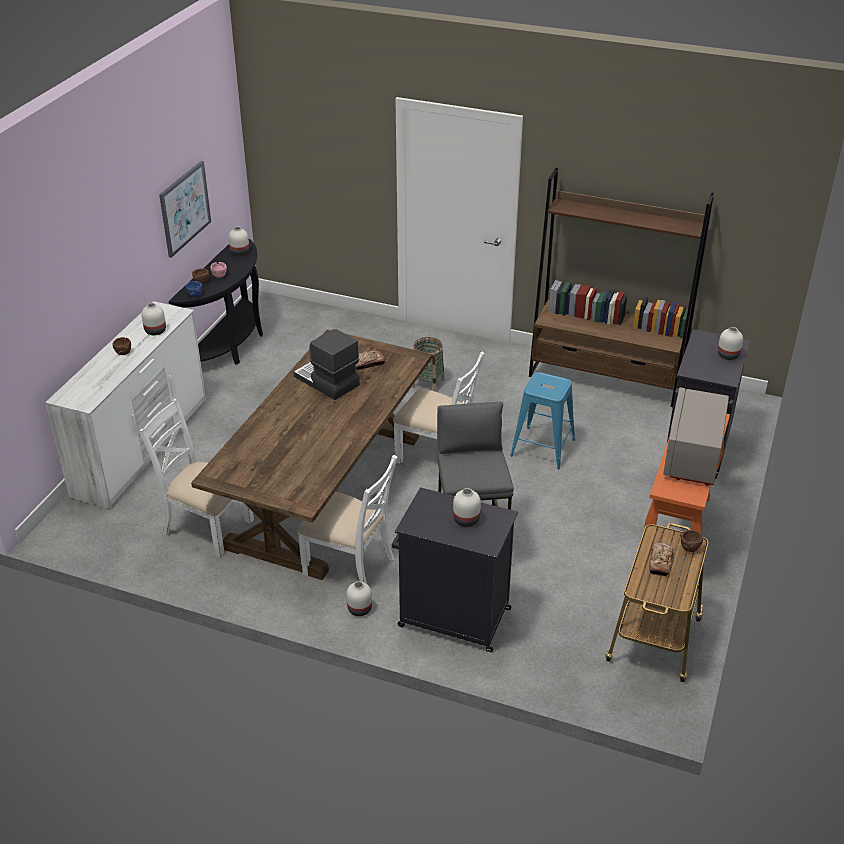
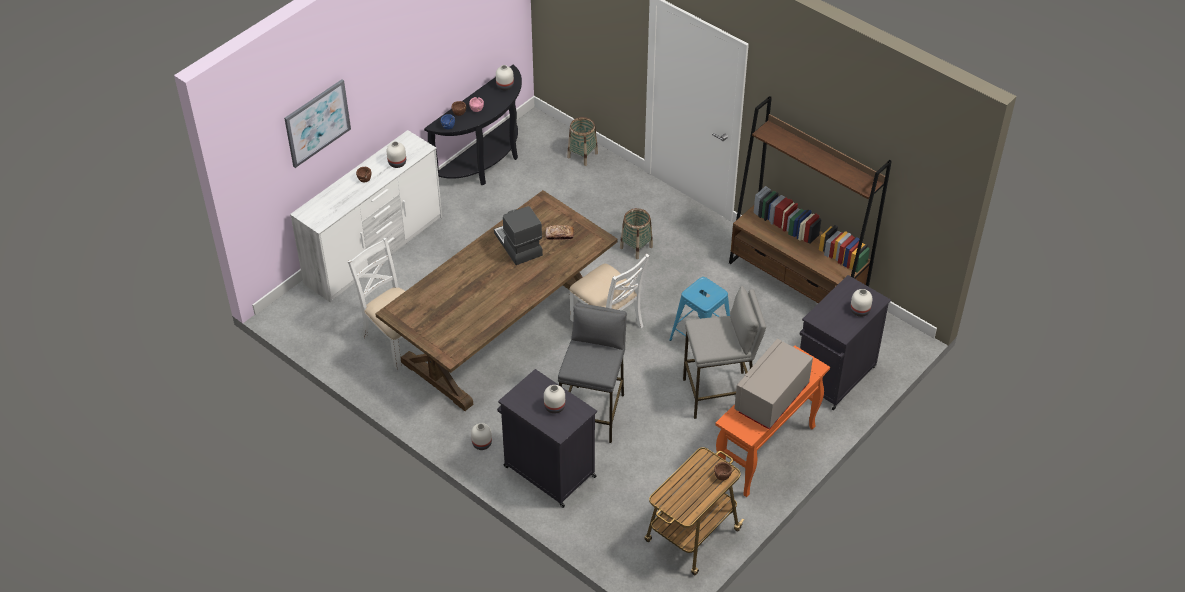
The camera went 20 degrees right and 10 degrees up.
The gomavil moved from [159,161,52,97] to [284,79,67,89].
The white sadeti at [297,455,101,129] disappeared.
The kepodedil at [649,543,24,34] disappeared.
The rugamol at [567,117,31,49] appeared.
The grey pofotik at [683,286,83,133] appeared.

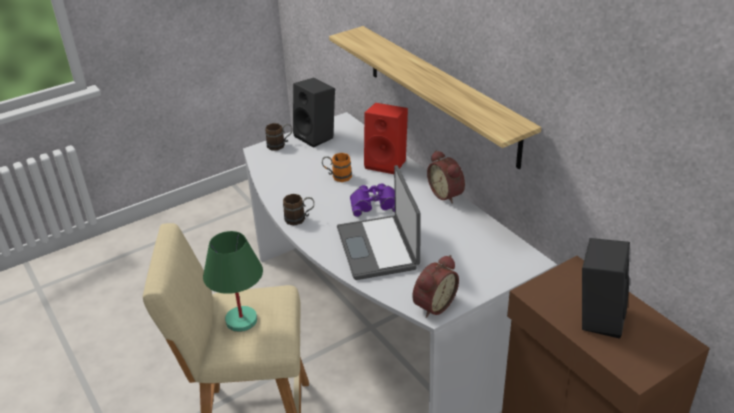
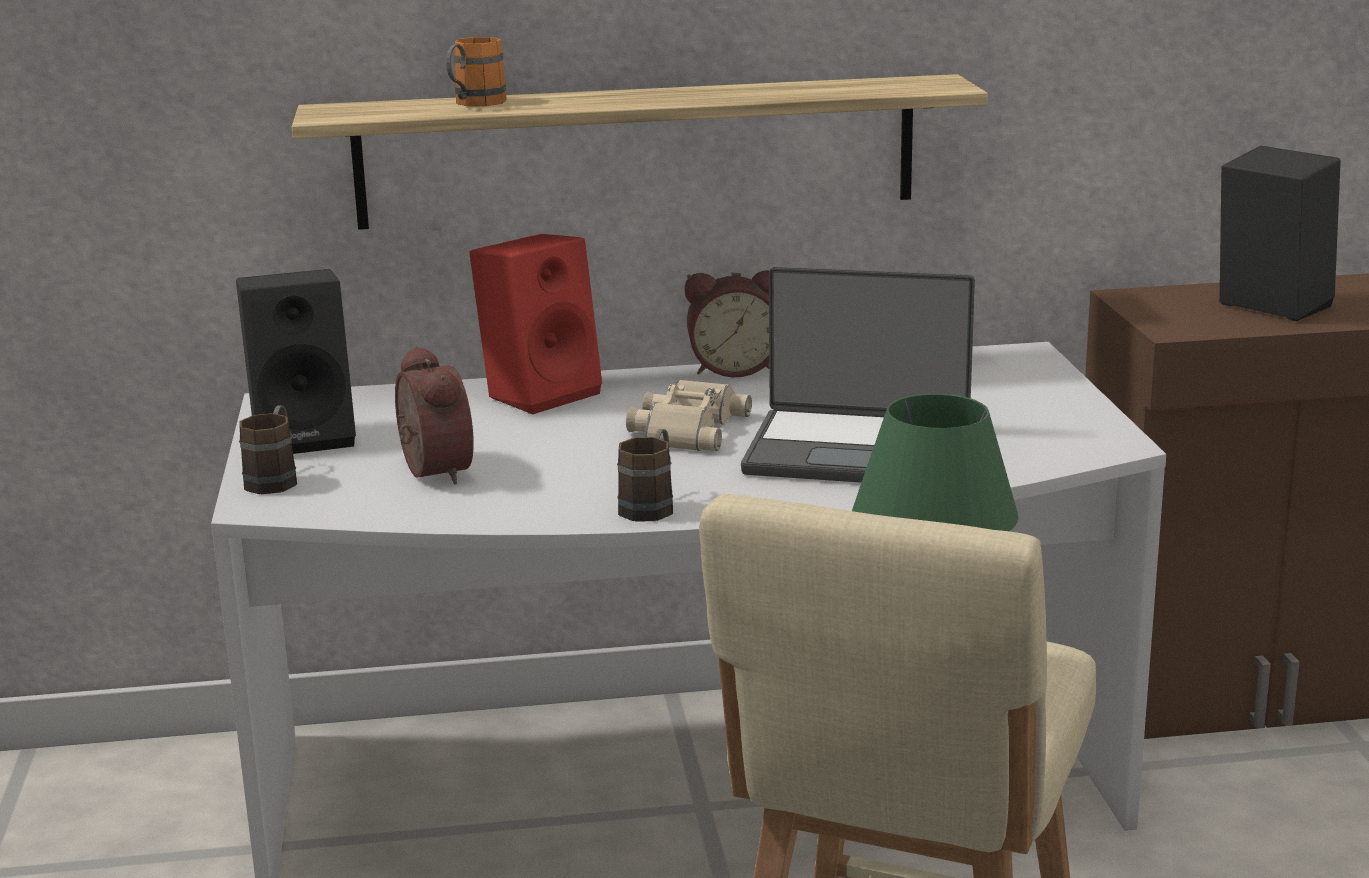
The camera went 65 degrees left and 15 degrees down.
The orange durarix moved from [322,153,30,29] to [446,37,61,69].
The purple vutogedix at [350,183,45,34] became the beige vutogedix at [626,380,126,71].
The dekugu moved from [413,255,46,63] to [395,346,79,138].

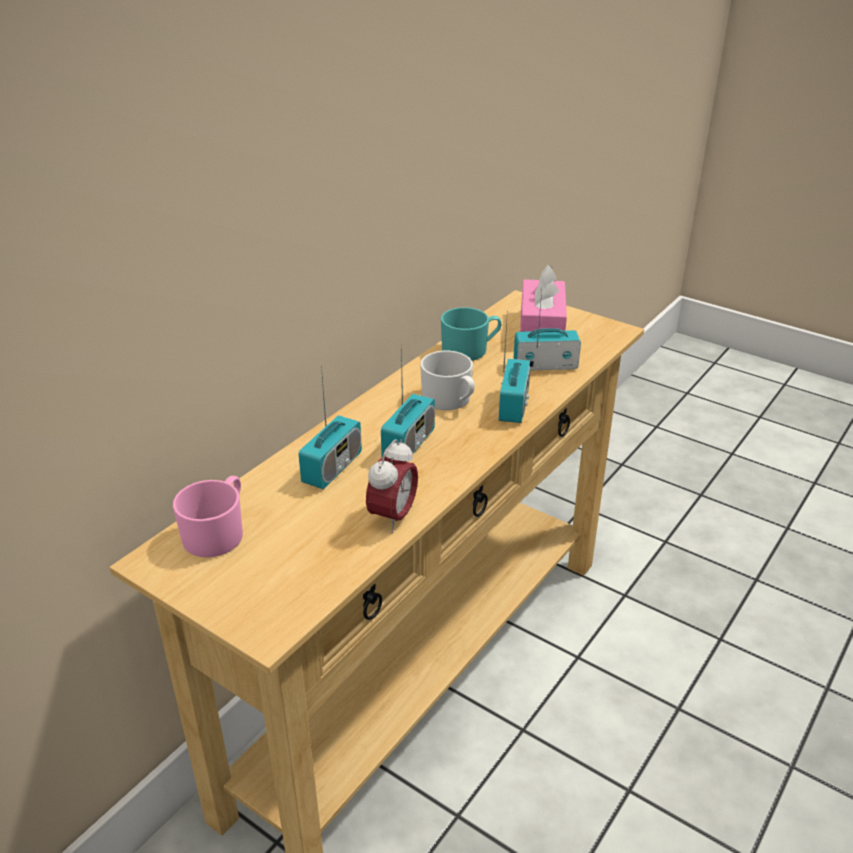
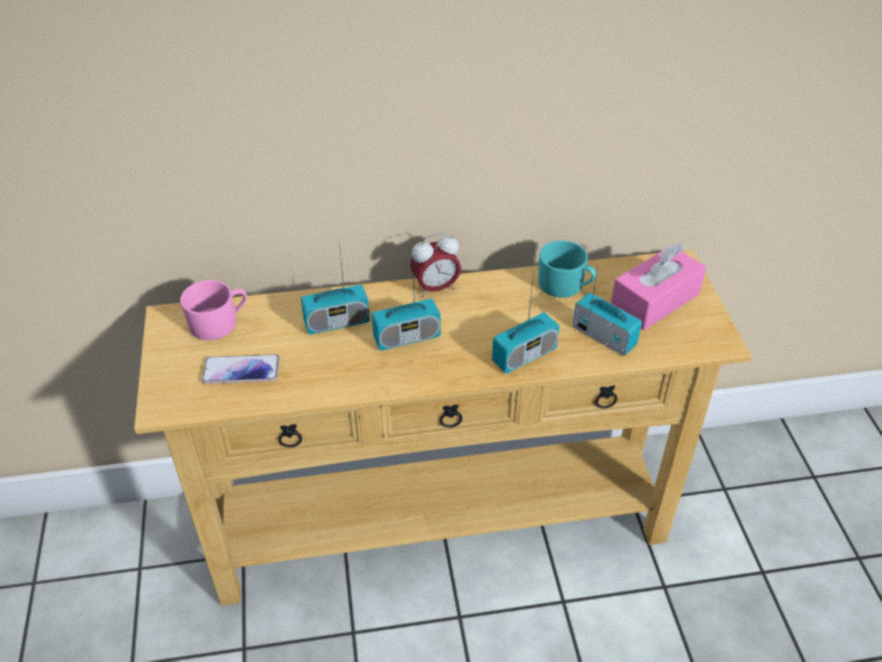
The camera went 45 degrees right and 10 degrees up.
The dekugu moved from [366,439,52,94] to [410,233,51,64].
The white durarix at [420,351,55,59] disappeared.
The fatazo at [202,354,78,30] appeared.

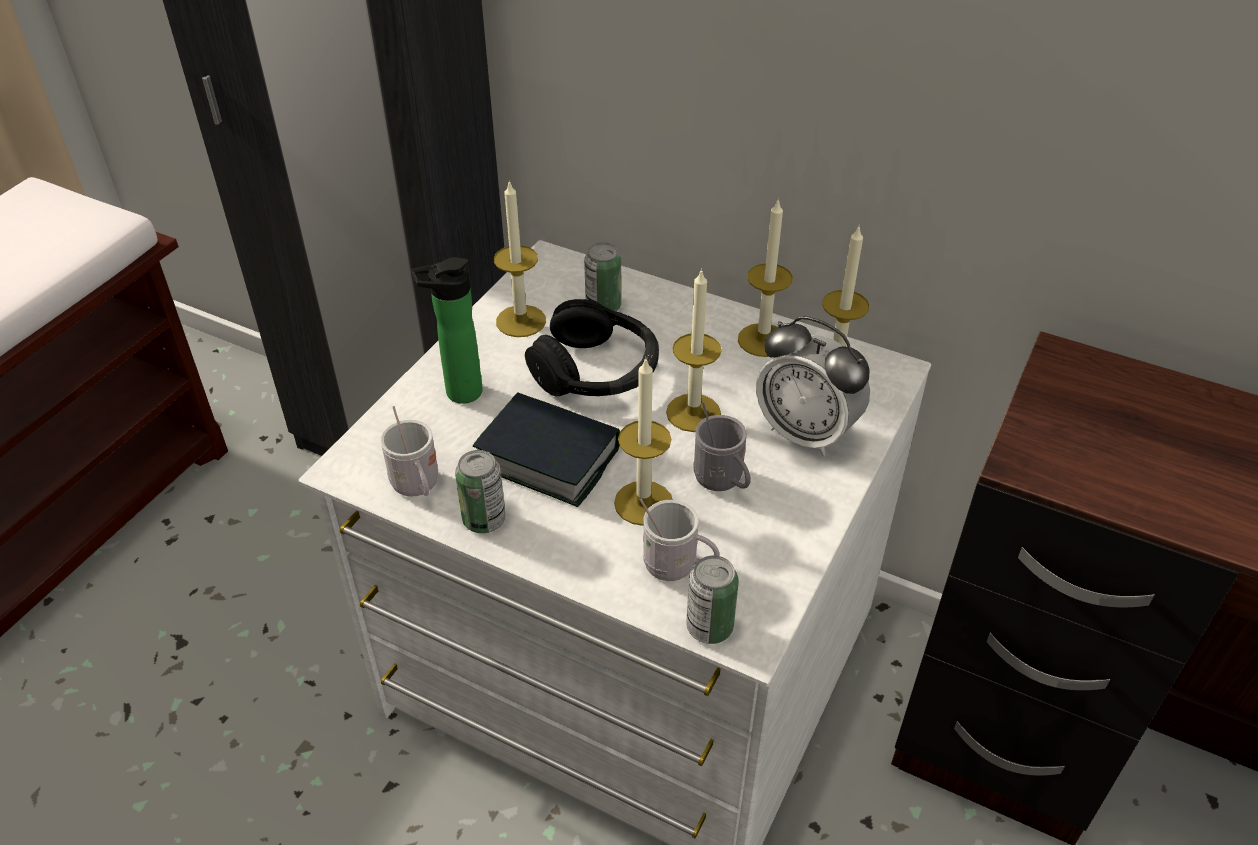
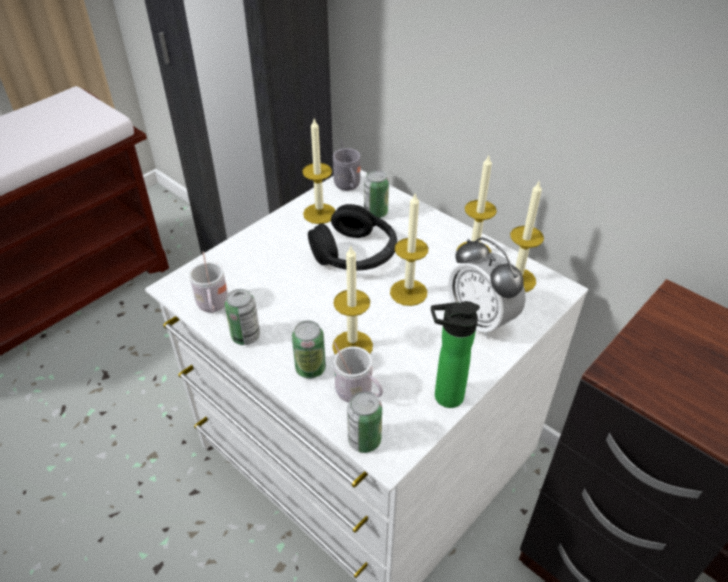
The camera went 15 degrees right and 0 degrees up.
The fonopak moved from [411,257,72,147] to [431,301,49,107].
The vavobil at [473,392,147,115] disappeared.
The grey durarix moved from [693,403,58,88] to [333,139,27,52].
The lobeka at [292,321,34,58] appeared.

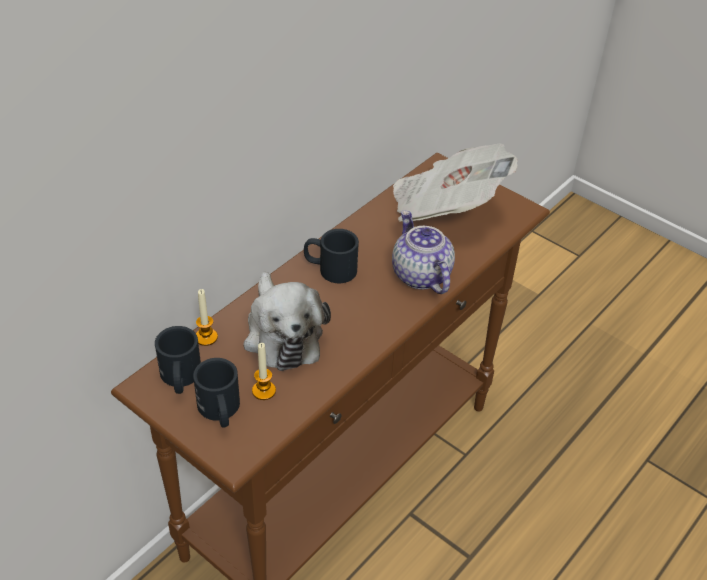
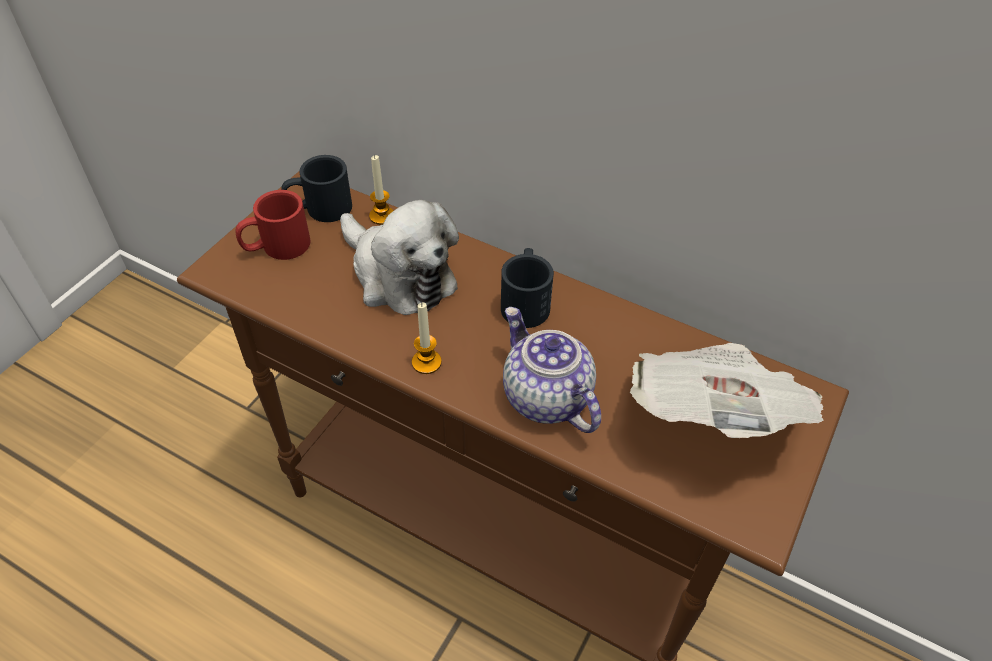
The camera went 80 degrees right and 5 degrees up.
The black durarix at [193,358,47,69] became the red durarix at [236,190,75,70].
The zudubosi at [243,272,88,99] turned 105 degrees counterclockwise.
The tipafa moved from [252,343,24,57] to [412,303,30,71].
The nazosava at [392,210,63,84] turned 90 degrees counterclockwise.

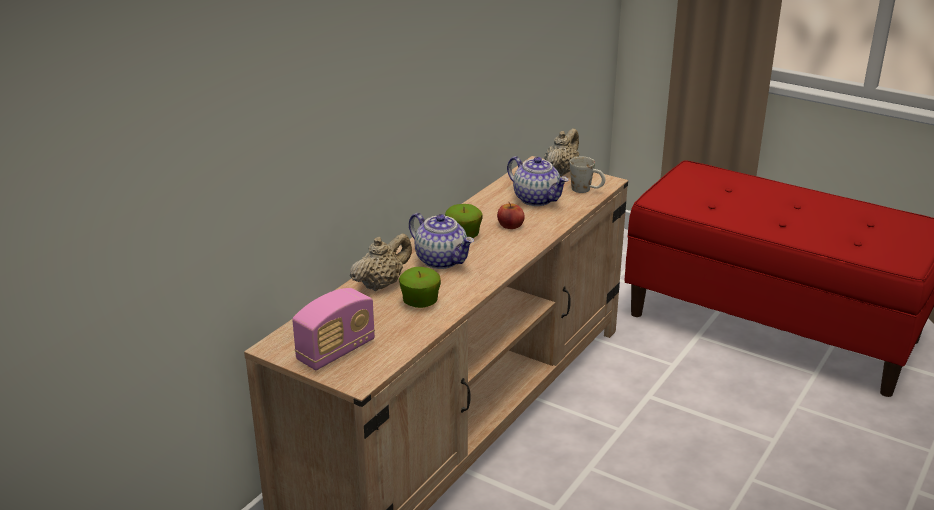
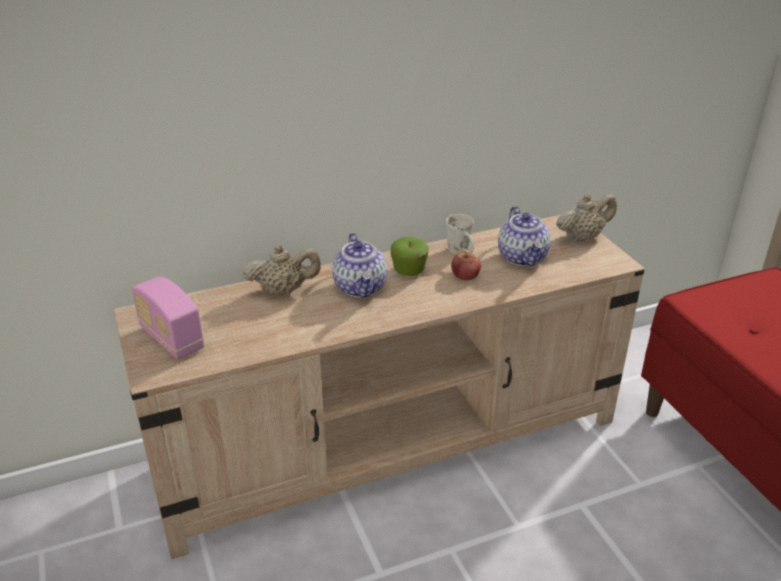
The camera went 35 degrees right and 5 degrees up.
The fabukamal at [292,288,83,82] turned 60 degrees clockwise.
The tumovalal at [399,267,42,41] disappeared.
The white durarix moved from [569,157,36,36] to [446,214,28,40].

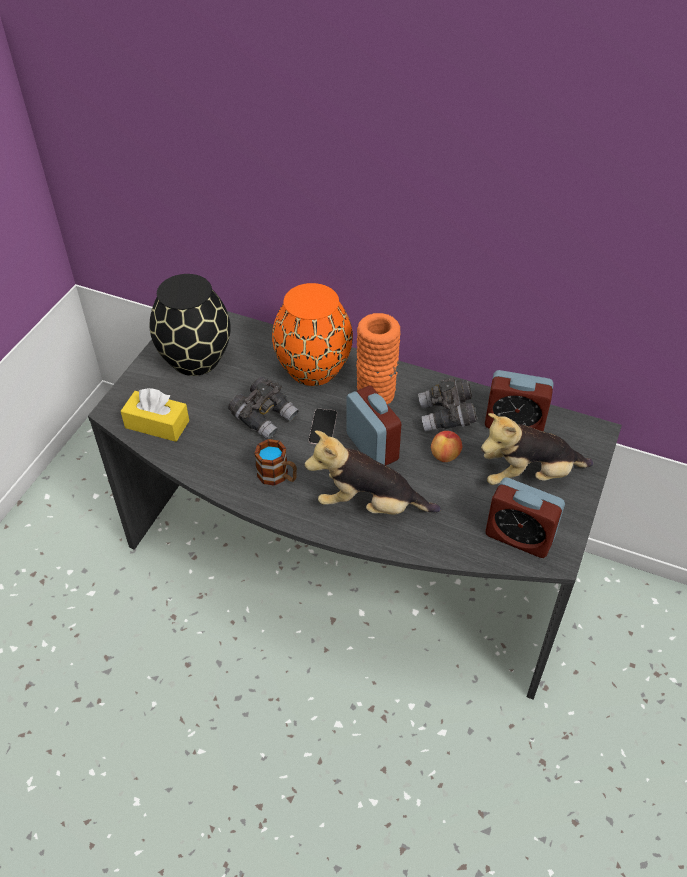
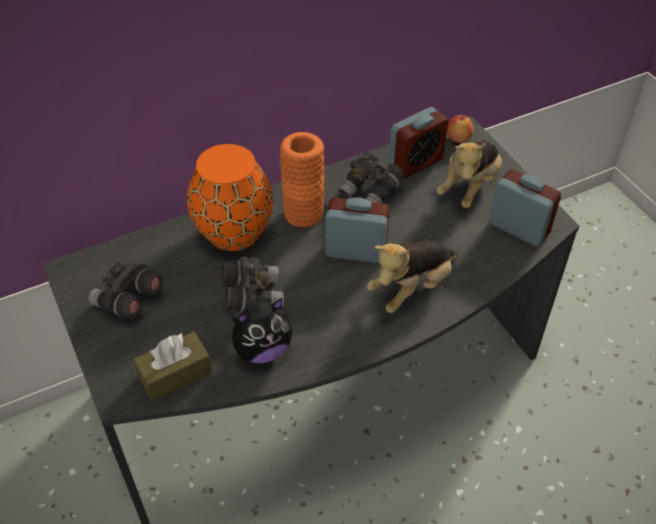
The camera went 50 degrees left and 0 degrees up.
The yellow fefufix at [121,388,68,54] became the brown fefufix at [134,332,78,69].
The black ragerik at [150,274,81,102] was replaced by the grey vutogedix at [88,262,75,57].
The durarix at [254,439,43,47] disappeared.
The fatazo at [309,409,28,36] disappeared.
The tumovalal moved from [431,431,31,31] to [447,115,27,28].
The dekugu at [485,477,80,81] turned 120 degrees counterclockwise.
The zudubosi at [232,298,61,65] appeared.

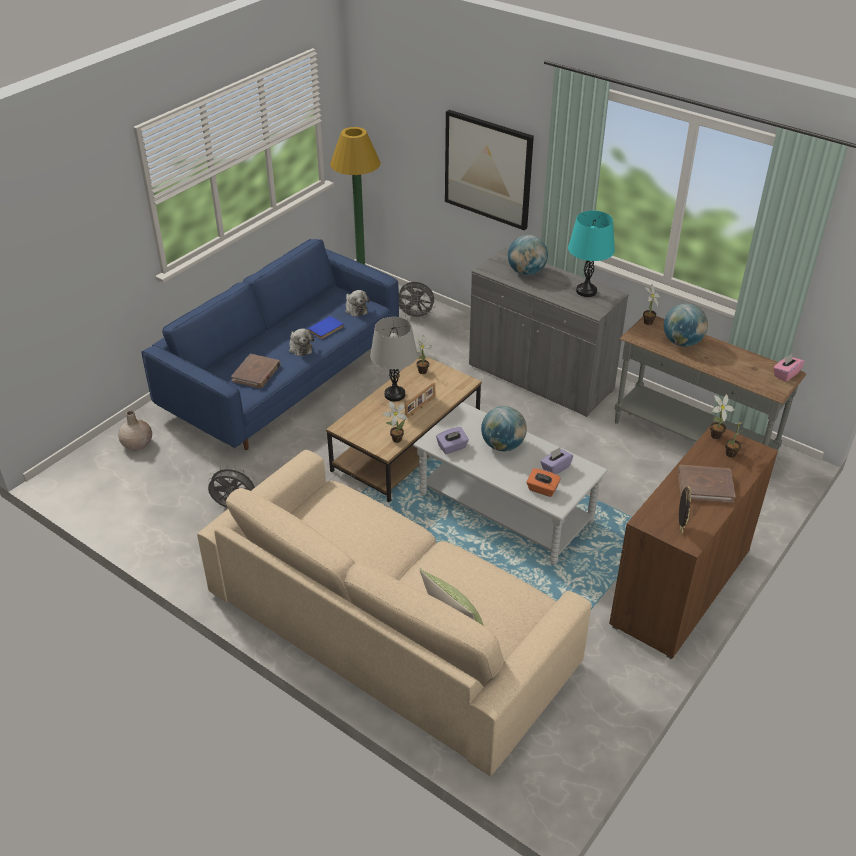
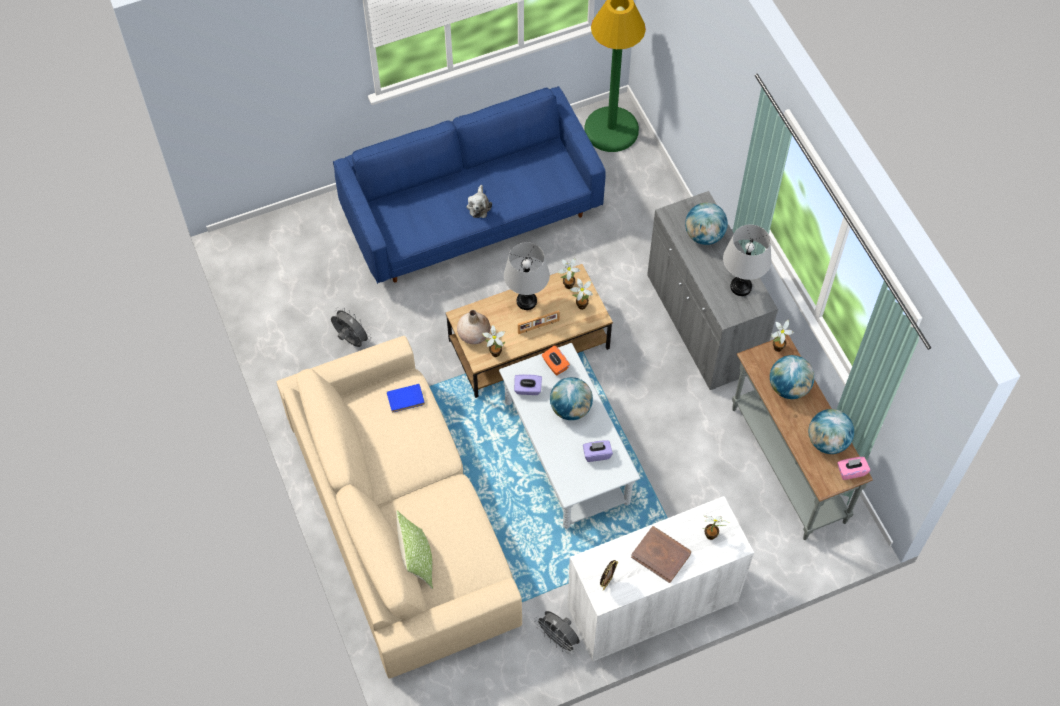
The camera went 30 degrees right and 20 degrees up.
The beige ragerik moved from [118,411,34,39] to [457,310,33,34].
The brown vavobil at [231,354,50,34] disappeared.
The blue vavobil moved from [307,316,37,23] to [387,384,38,28].
The zudubosi at [345,290,24,27] disappeared.
The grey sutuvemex moved from [399,282,36,37] to [535,611,45,44].
The gomavil at [445,110,89,120] disappeared.
The orange fefufix moved from [527,468,34,29] to [542,345,28,30].
The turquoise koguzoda at [568,211,47,86] became the grey koguzoda at [723,224,48,72].
The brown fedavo at [609,425,169,234] became the white fedavo at [567,496,187,165].
The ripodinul moved from [710,394,25,46] to [570,278,23,32].
The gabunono at [808,409,46,45] appeared.

